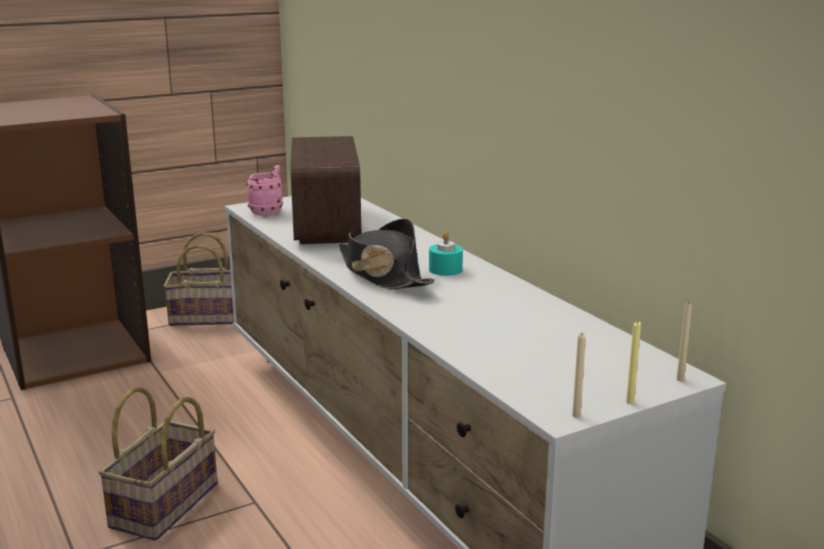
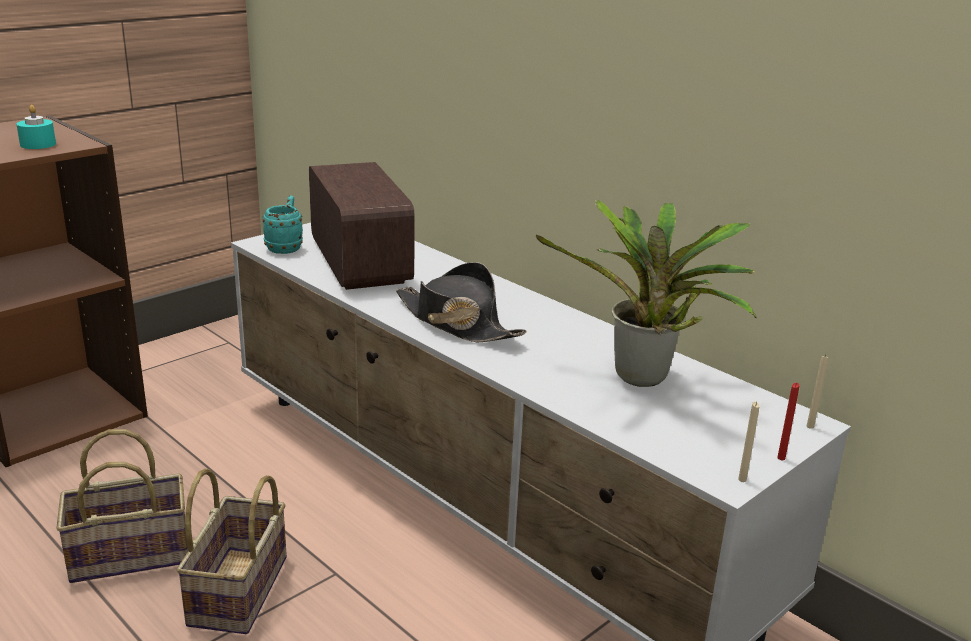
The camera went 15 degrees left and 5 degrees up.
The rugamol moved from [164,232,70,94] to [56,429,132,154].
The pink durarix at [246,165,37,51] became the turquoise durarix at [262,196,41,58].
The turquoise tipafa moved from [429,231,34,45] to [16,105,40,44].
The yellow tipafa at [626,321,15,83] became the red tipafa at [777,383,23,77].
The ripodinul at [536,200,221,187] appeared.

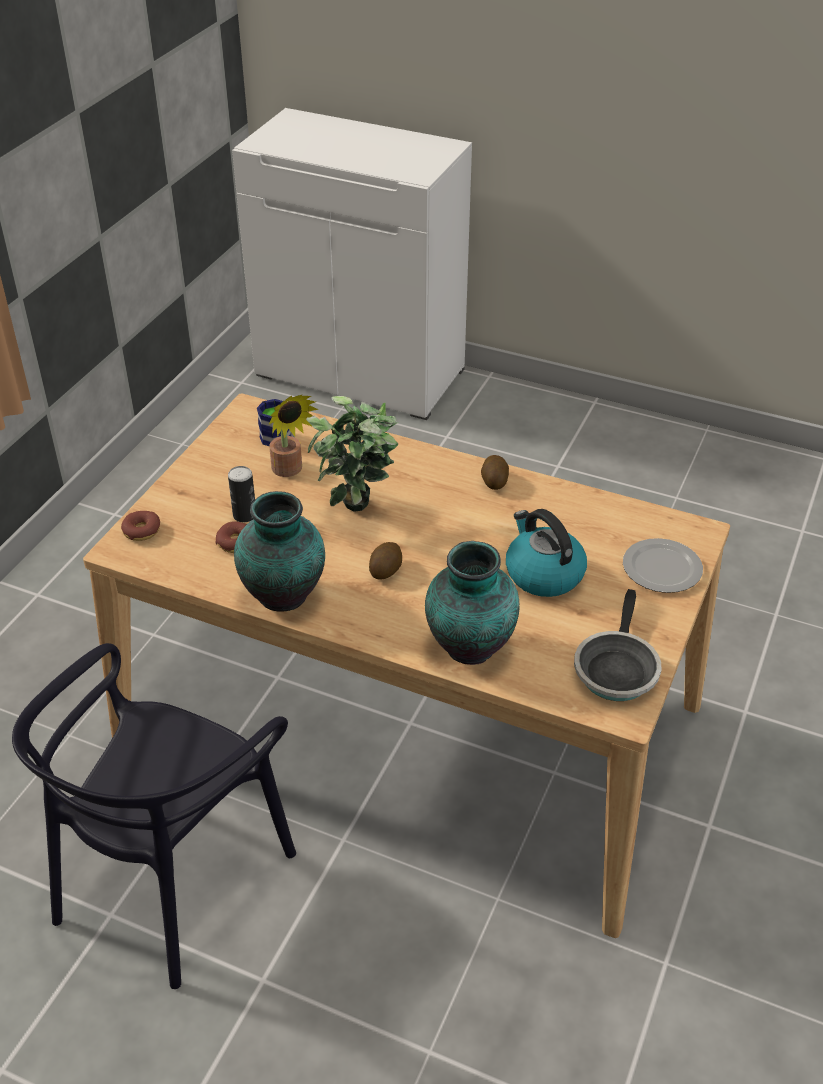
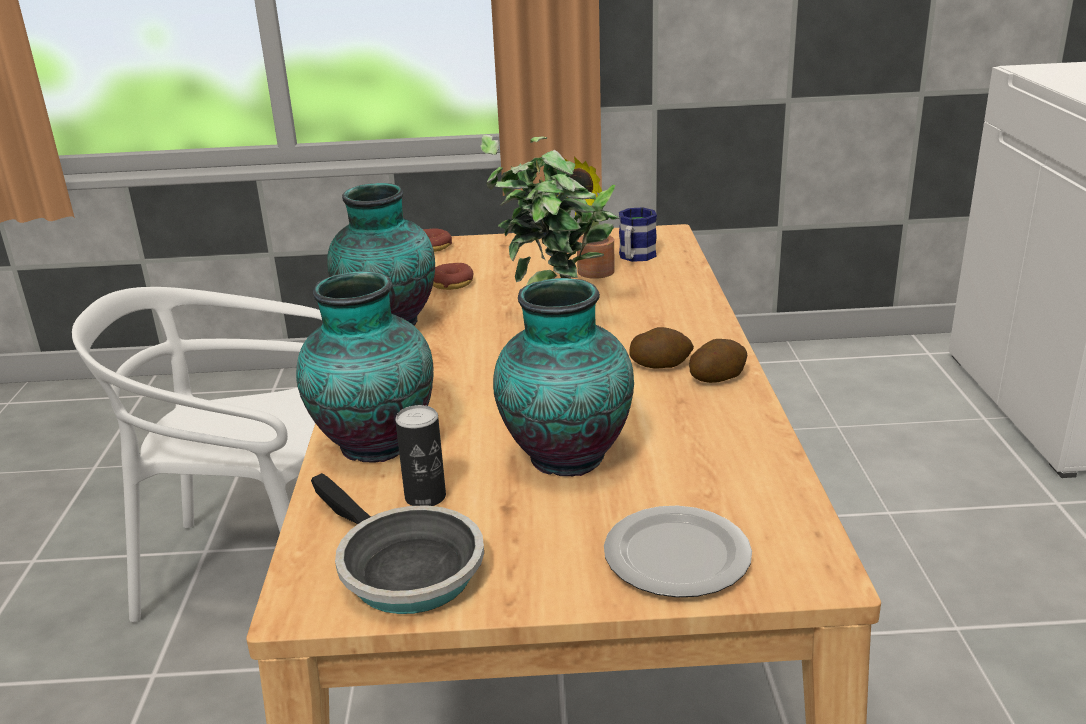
The camera went 65 degrees right and 15 degrees down.
The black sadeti at [12,643,284,346] became the white sadeti at [72,287,250,335].
The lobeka moved from [228,466,27,56] to [395,405,51,101].
The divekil moved from [369,542,33,38] to [629,327,65,41].
The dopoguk at [506,509,81,88] was replaced by the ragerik at [493,278,141,198].
The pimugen at [574,589,87,112] turned 120 degrees counterclockwise.

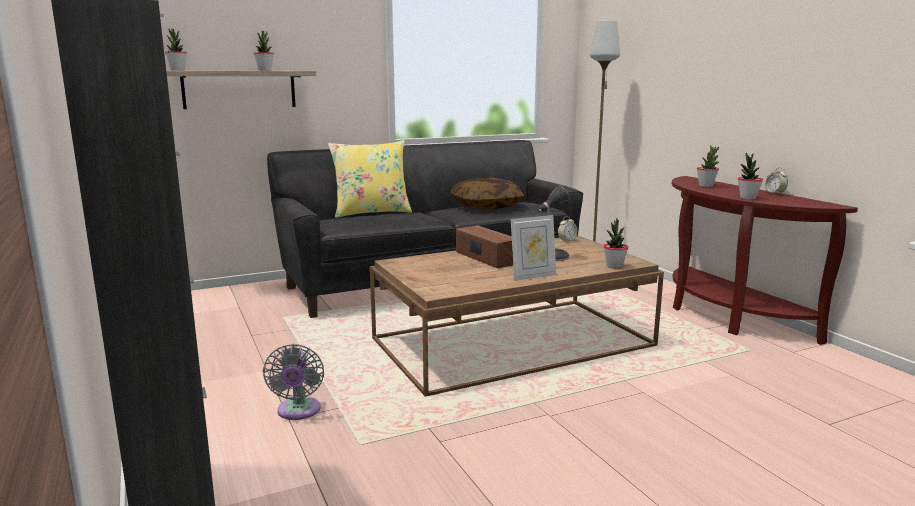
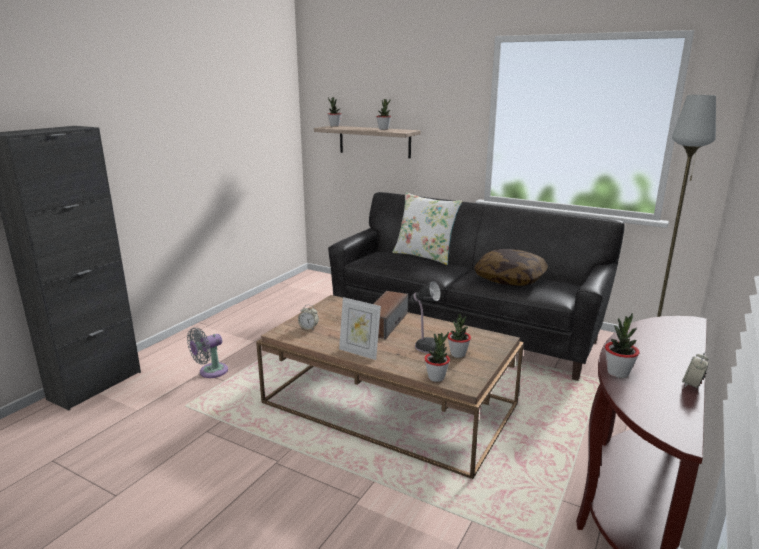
The camera went 55 degrees right and 5 degrees up.
The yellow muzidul at [328,140,84,78] became the white muzidul at [392,192,70,73].
The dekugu moved from [558,216,19,26] to [298,305,21,25].
The ripodinul moved from [697,146,22,41] to [448,314,23,44].

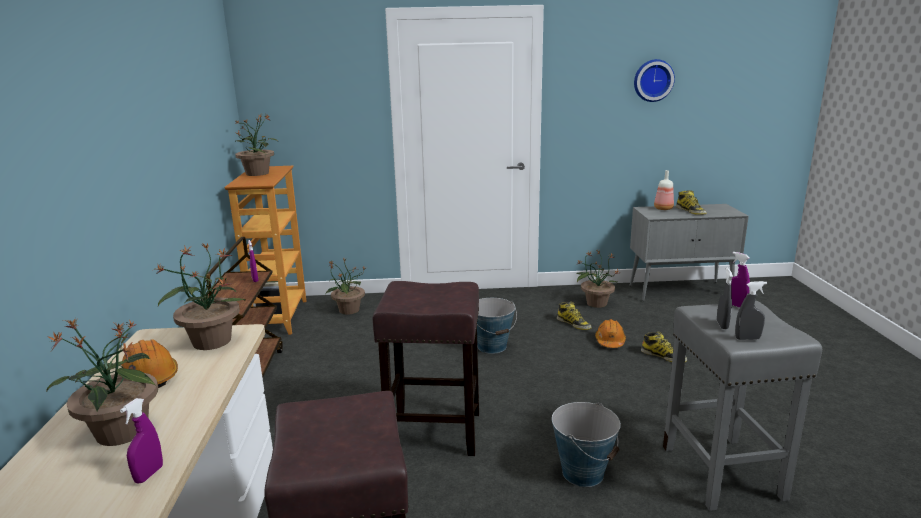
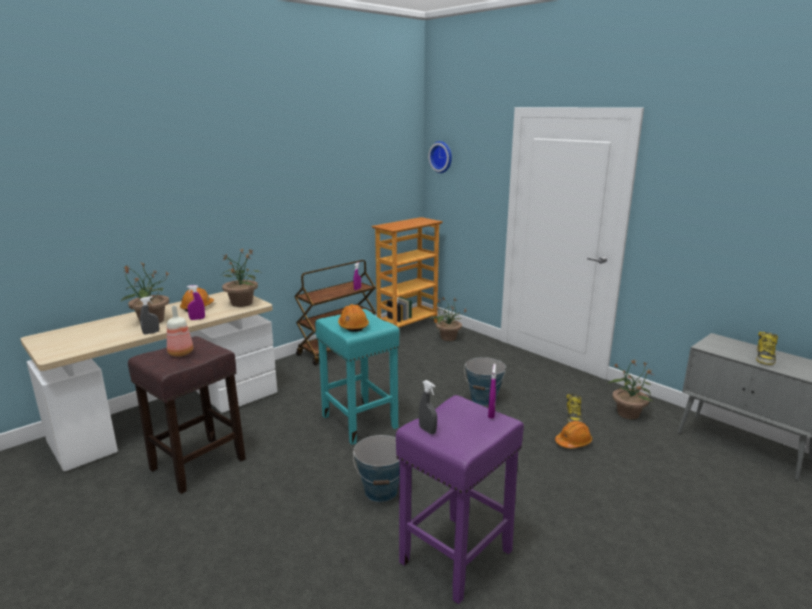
The camera went 50 degrees right and 0 degrees up.
The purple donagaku moved from [120,398,43,85] to [187,285,18,35].
The ripodinul at [235,115,43,61] disappeared.
The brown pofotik at [373,281,106,175] became the turquoise pofotik at [315,309,84,136].
The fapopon moved from [634,59,41,43] to [428,141,24,32].
The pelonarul at [641,331,46,31] disappeared.
The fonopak moved from [654,170,20,40] to [167,306,26,51].
The grey pofotik at [663,301,159,210] became the purple pofotik at [396,395,128,209].
The grey donagaku moved from [717,268,16,61] to [140,296,19,39].
The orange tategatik at [338,304,31,28] appeared.

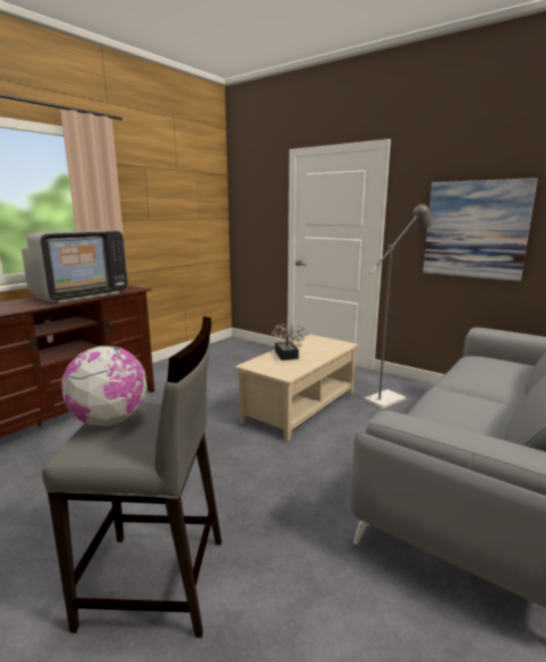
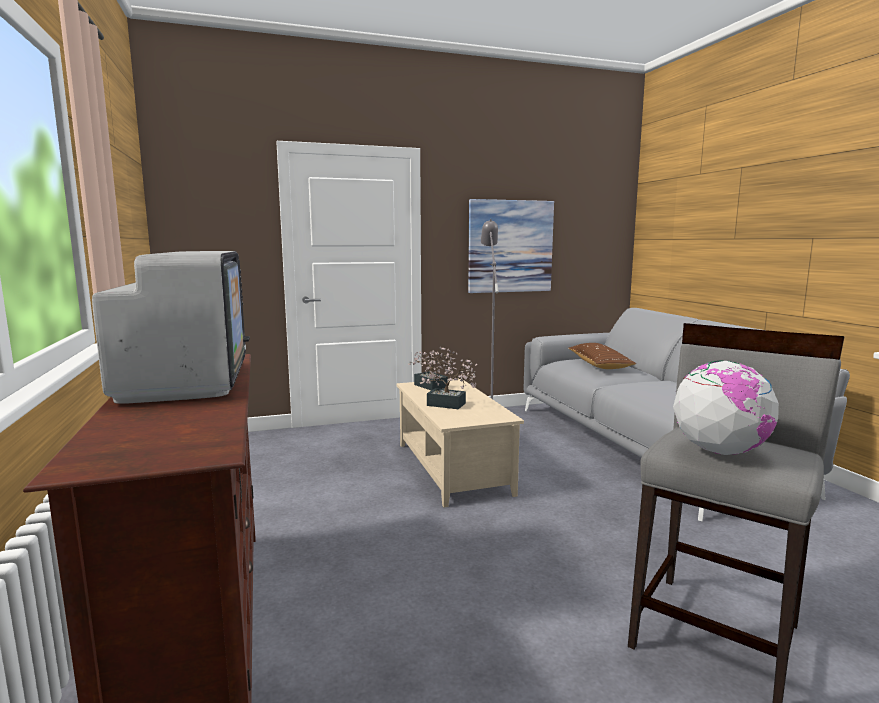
The camera went 55 degrees left and 5 degrees down.
The ripodinul at [408,347,50,43] appeared.
The brown muzidul at [569,343,67,26] appeared.

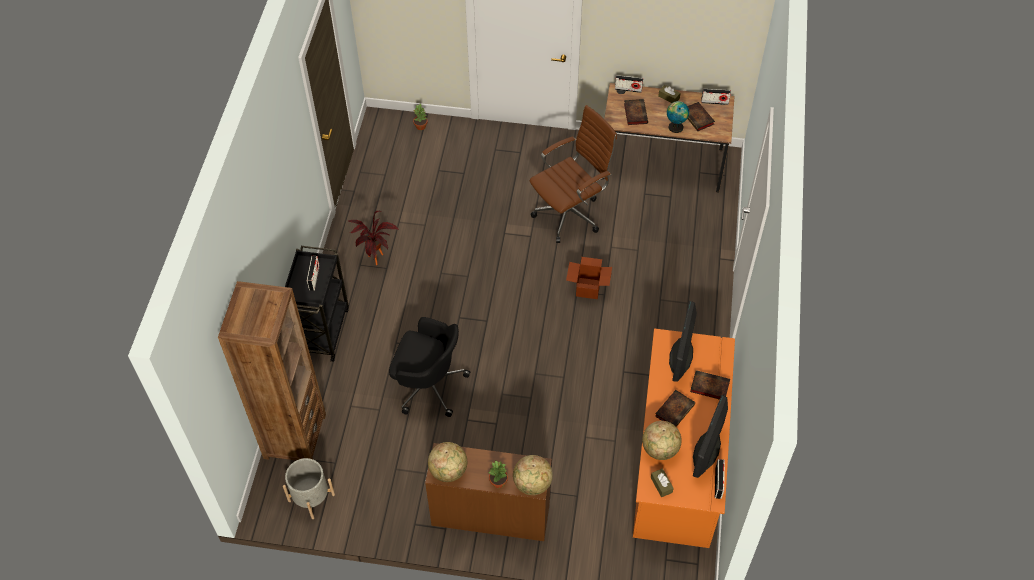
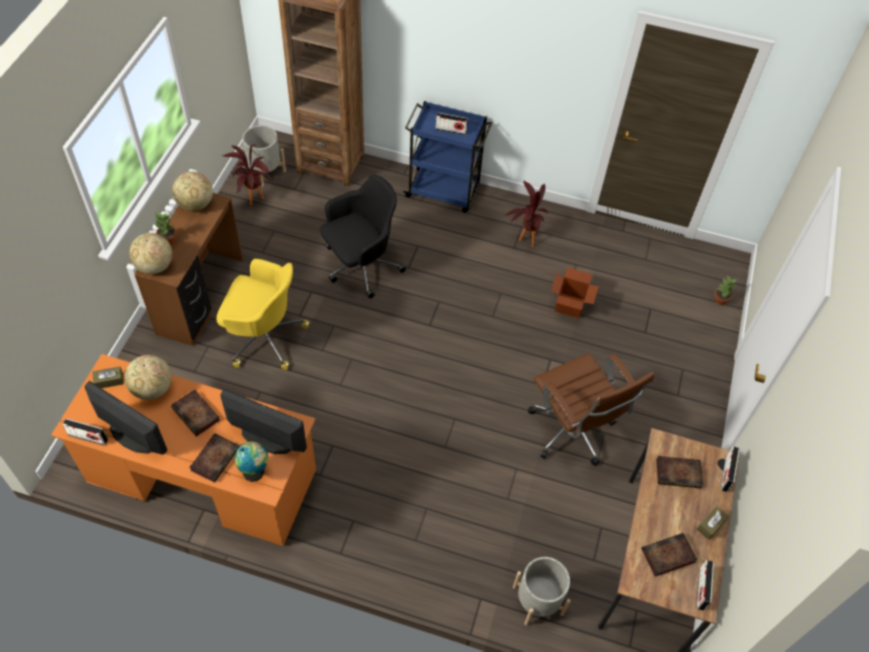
The camera went 95 degrees right and 0 degrees up.
The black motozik at [285,246,64,116] became the blue motozik at [403,101,89,112].
The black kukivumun at [389,317,81,100] turned 150 degrees counterclockwise.
The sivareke moved from [566,257,46,42] to [551,267,48,51].
The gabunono moved from [667,101,22,32] to [234,441,34,41].
The yellow kukivumun at [216,259,94,111] appeared.
The ripodinul at [222,144,48,61] appeared.
The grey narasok at [513,557,57,69] appeared.

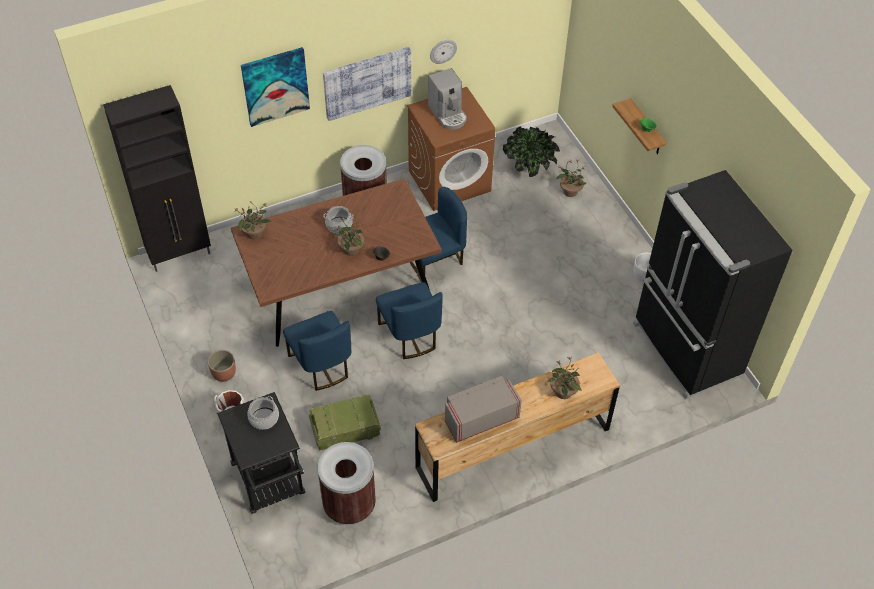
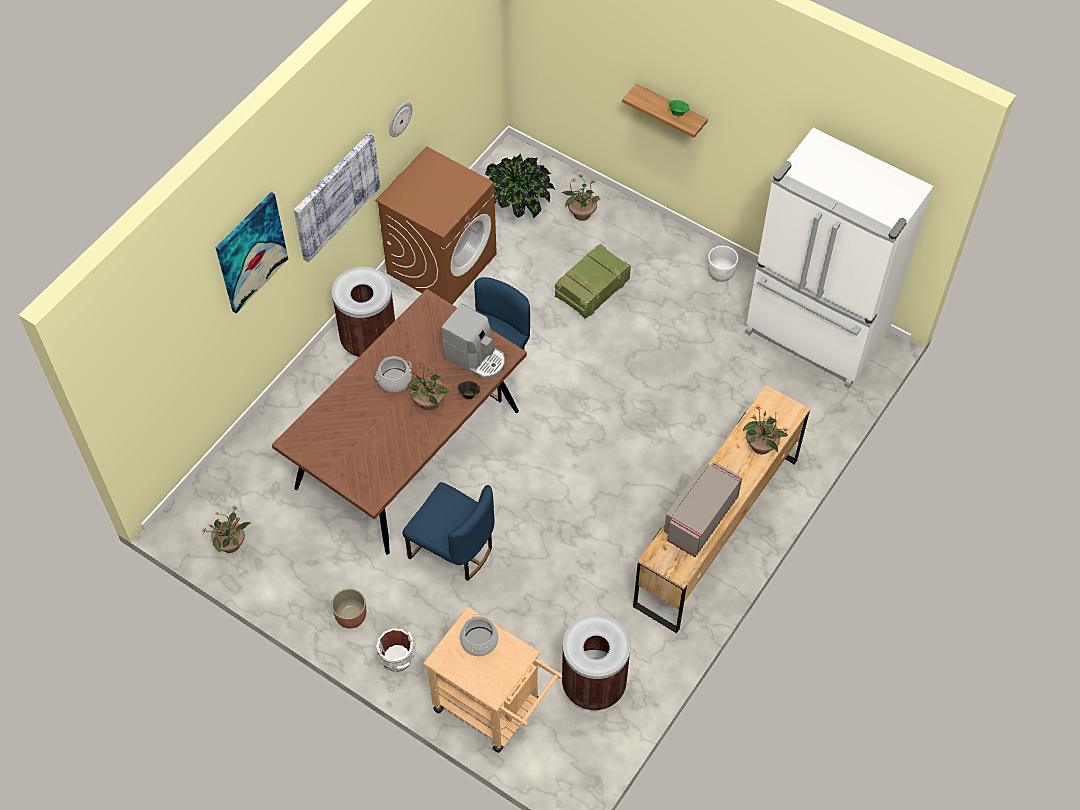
The camera went 30 degrees left and 5 degrees up.
The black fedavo at [103,85,108,187] disappeared.
The black motozik at [217,392,88,122] became the beige motozik at [423,606,139,147].
The ripodinul moved from [234,201,38,39] to [201,506,49,47].
The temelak moved from [309,394,72,56] to [555,244,76,74].
The blue sadeti at [376,282,67,77] disappeared.
The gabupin moved from [428,68,39,62] to [441,303,64,76].
The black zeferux at [633,170,160,229] became the white zeferux at [745,128,189,260].

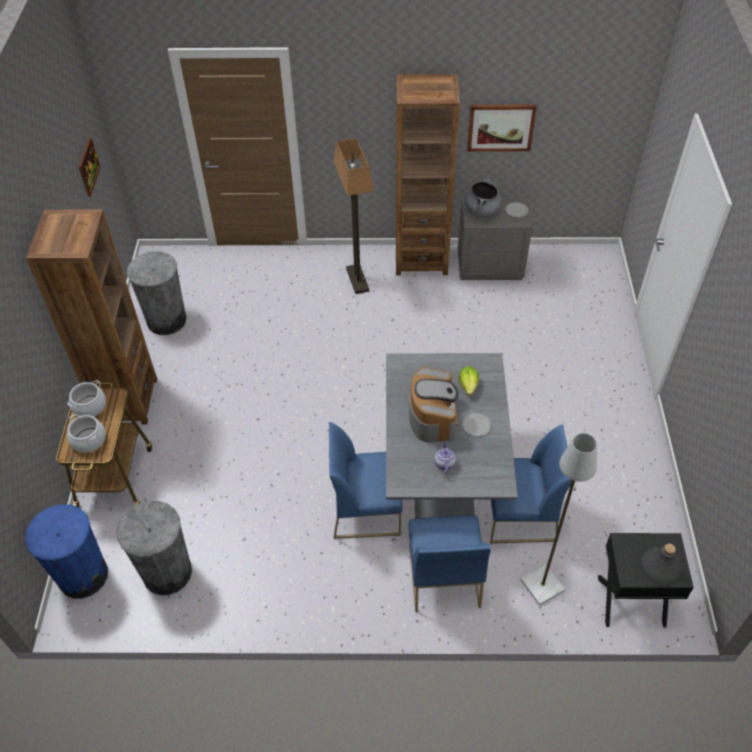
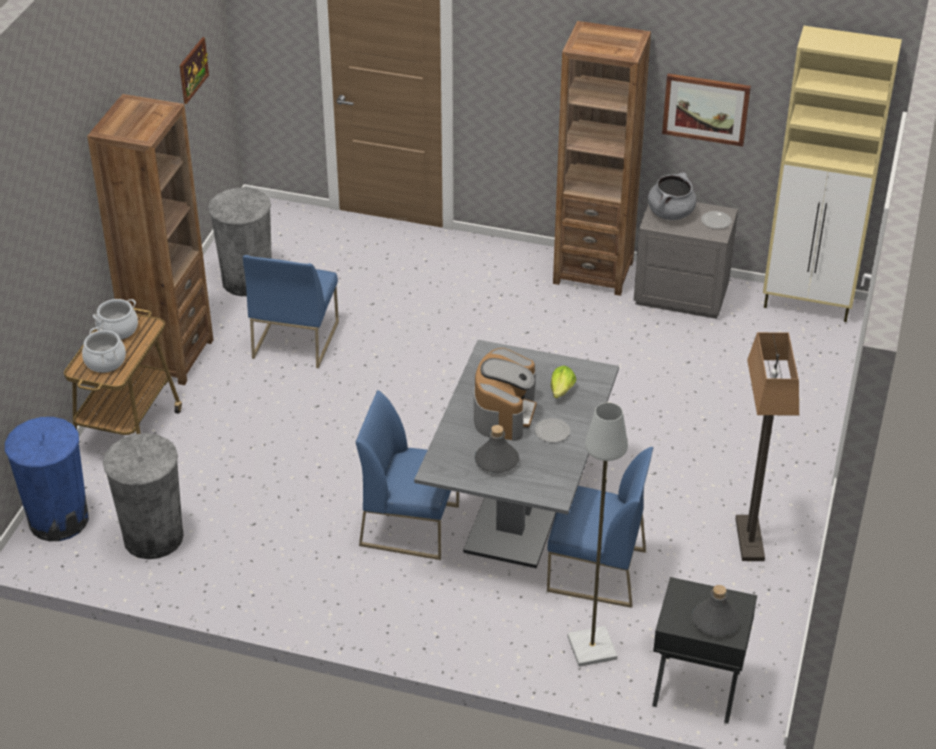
The camera went 15 degrees right and 10 degrees down.
The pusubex moved from [334,138,40,156] to [735,332,64,229].
The blue sadeti moved from [408,515,83,97] to [243,255,96,113].
The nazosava at [434,440,22,34] was replaced by the grey fonopak at [475,425,44,48].
The beige fedavo at [763,26,139,296] appeared.

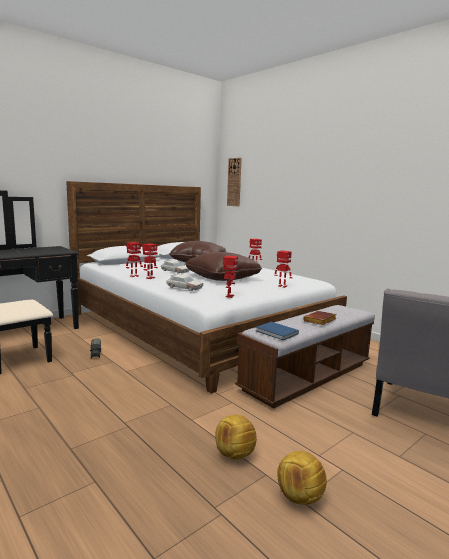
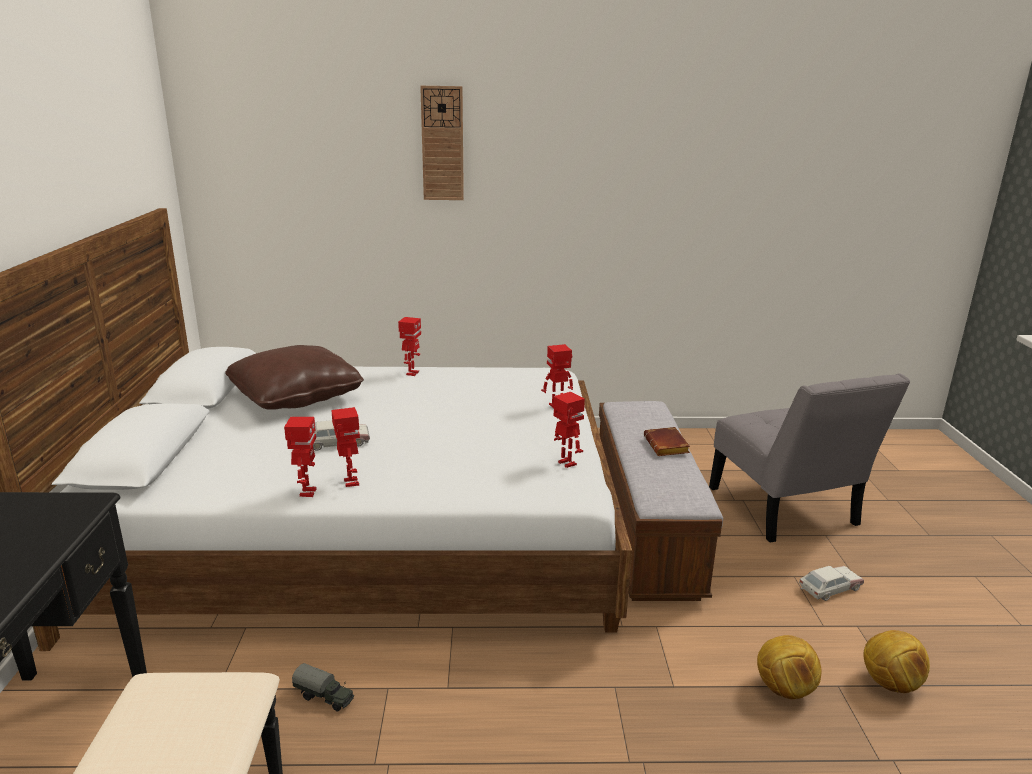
The camera went 50 degrees left and 10 degrees up.
The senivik moved from [166,274,37,17] to [799,566,65,35].
The brown muzidul at [185,252,77,29] disappeared.
The fapopon moved from [227,158,15,49] to [420,86,44,114].
The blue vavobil at [256,322,43,18] disappeared.

